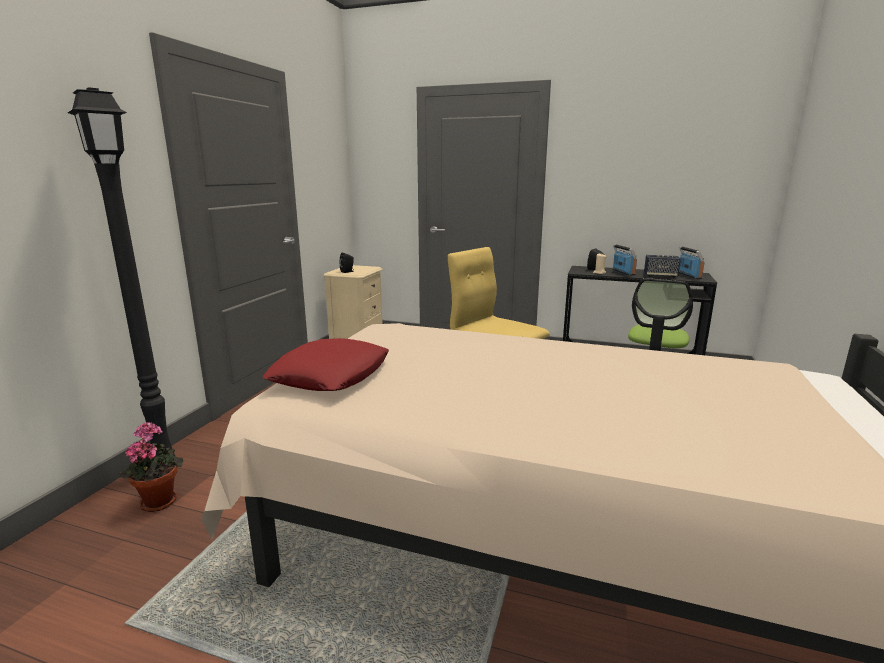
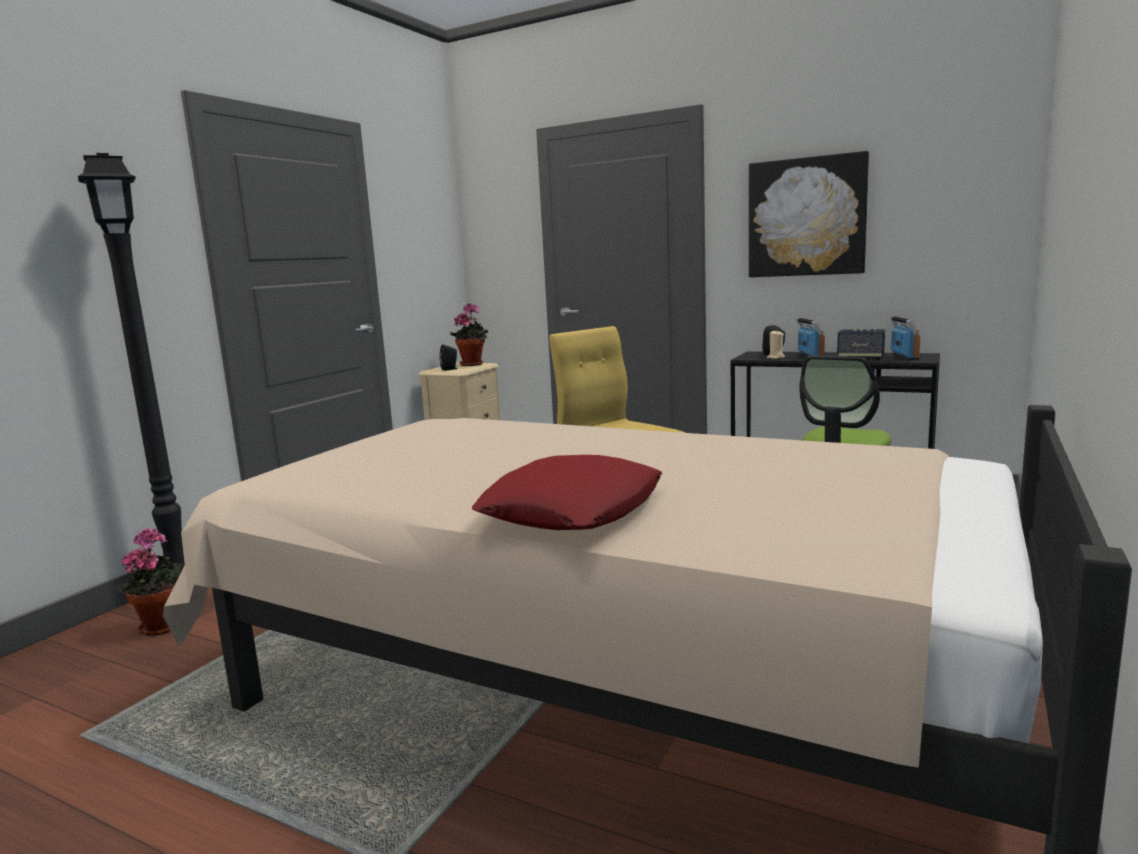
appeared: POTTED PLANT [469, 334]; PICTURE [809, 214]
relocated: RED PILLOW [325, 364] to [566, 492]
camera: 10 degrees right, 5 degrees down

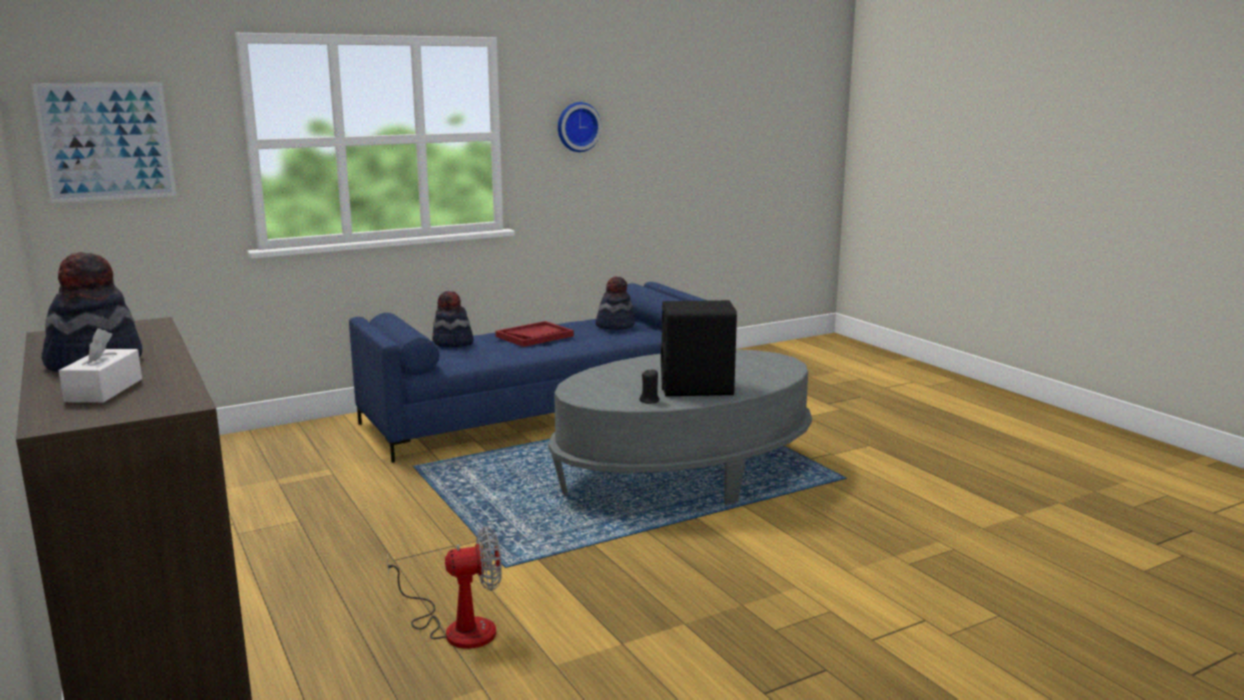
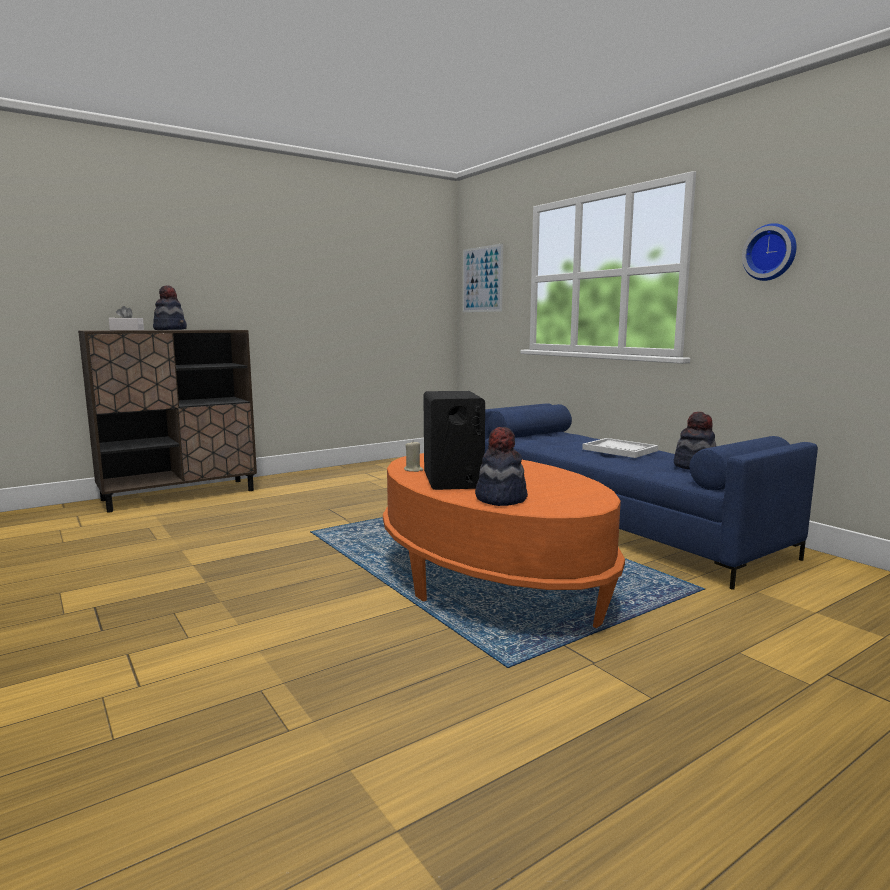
missing: FAN [444, 588]
relocated: HAT [452, 319] to [501, 466]
colour: RED TRAY [534, 334] to WHITE TRAY [620, 448]; GREY COFFEE TABLE [680, 427] to ORANGE COFFEE TABLE [504, 540]; BLACK CANDLE [649, 386] to BEIGE CANDLE [413, 457]
camera: 85 degrees right, 5 degrees down

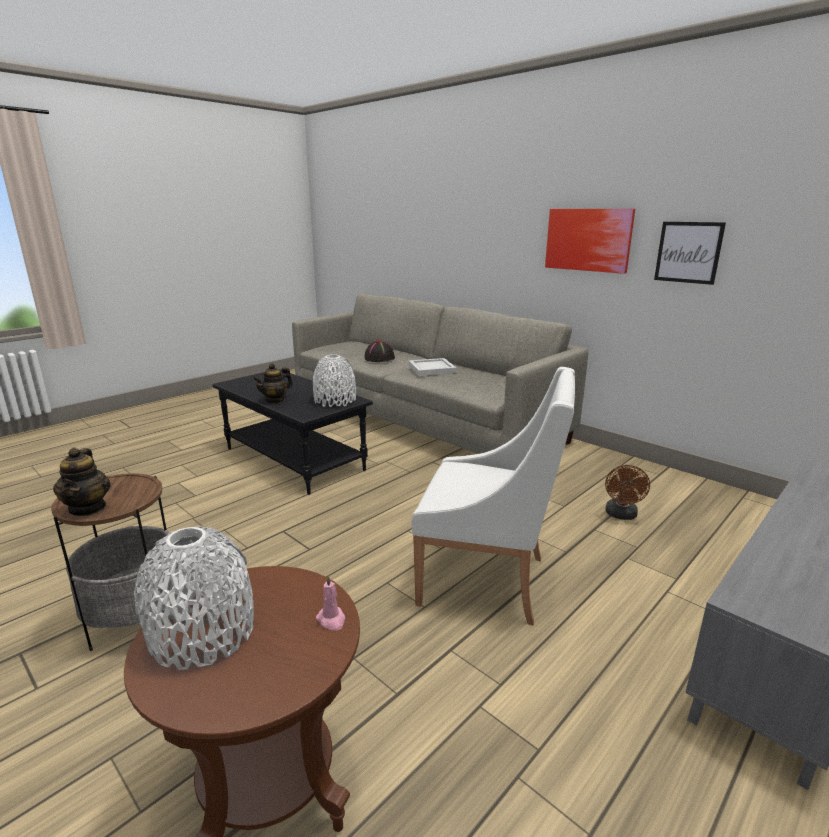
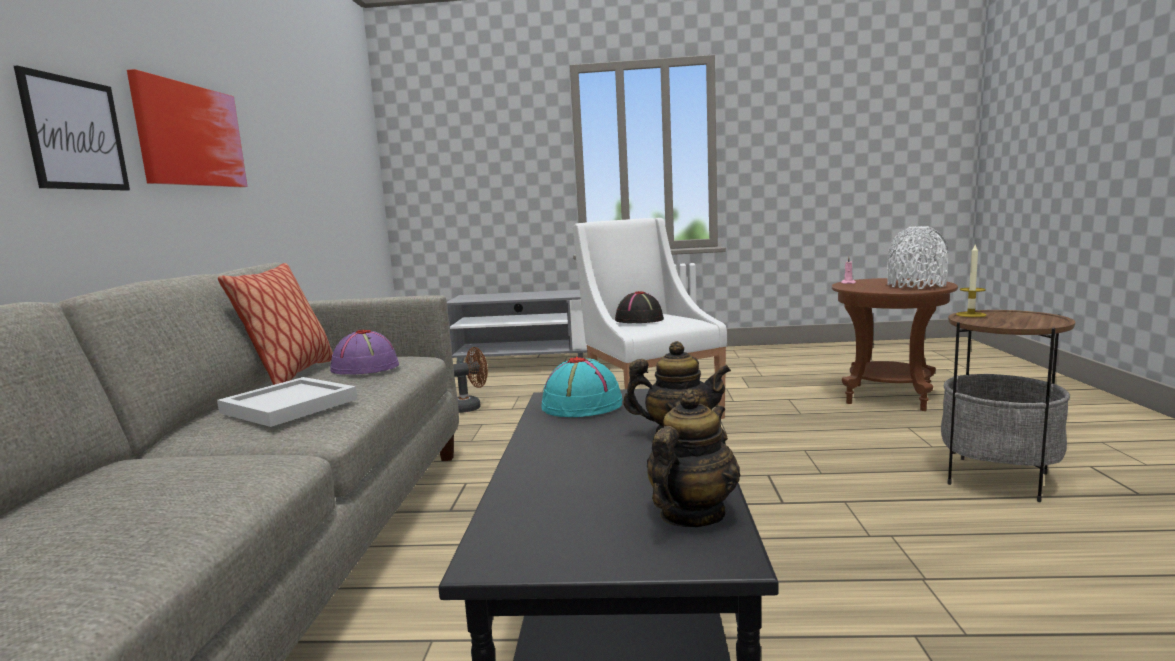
appeared: PILLOW [275, 324]; PURPLE HAT [364, 352]; CANDLE [971, 281]
relocated: TEAPOT [82, 481] to [693, 458]; BLACK HAT [379, 351] to [639, 307]; PICTURE [690, 253] to [72, 128]
exchanged: WHITE VASE [334, 381] to TURQUOISE HAT [582, 387]
camera: 130 degrees left, 10 degrees down

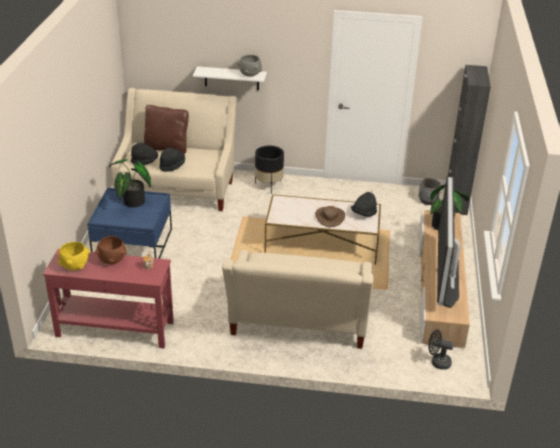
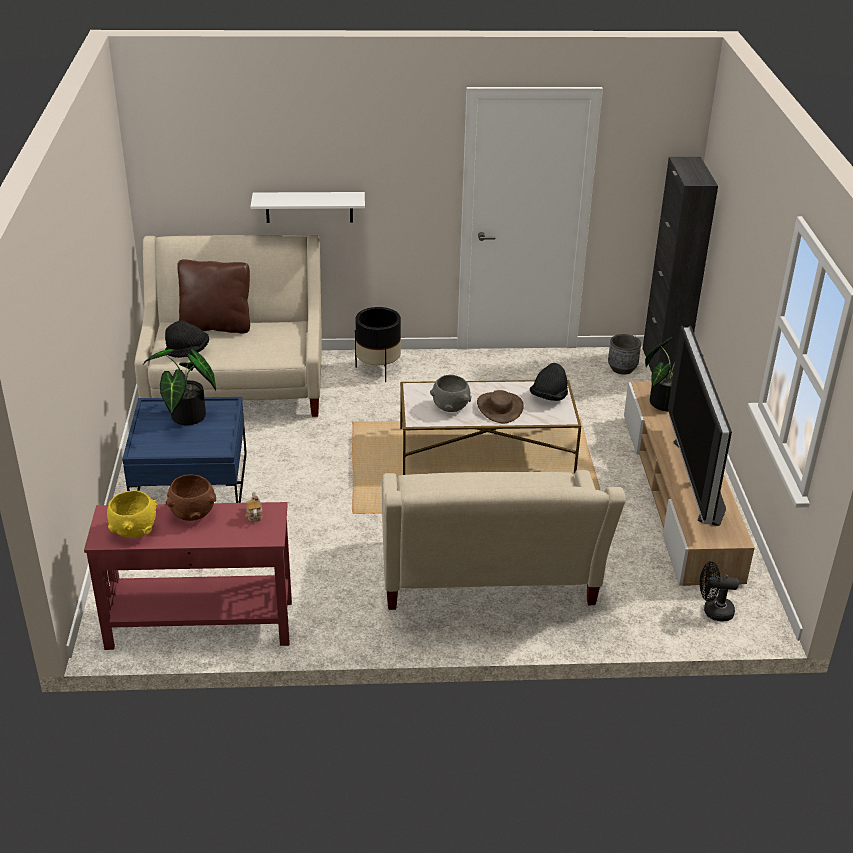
missing: BLACK HAT [172, 159]
relocated: GREY BOWL [249, 66] to [451, 393]
camera: 10 degrees left, 0 degrees up

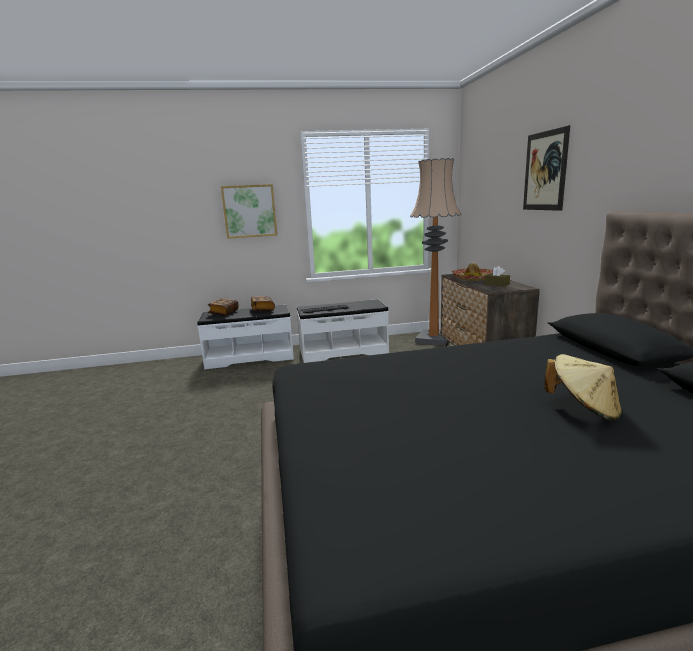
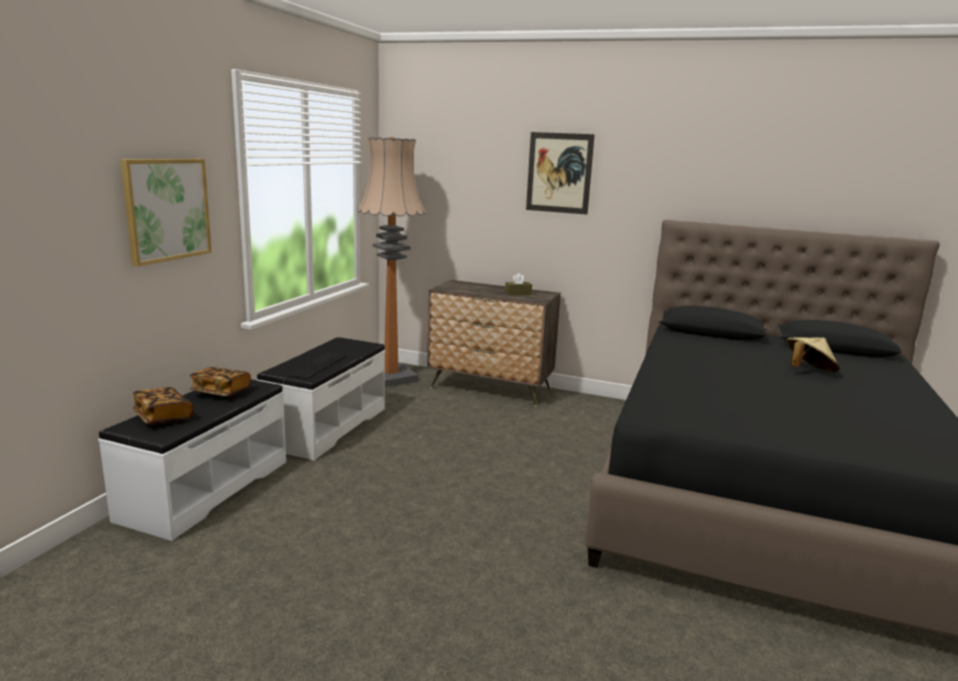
missing: HAT [472, 272]
camera: 60 degrees left, 0 degrees up

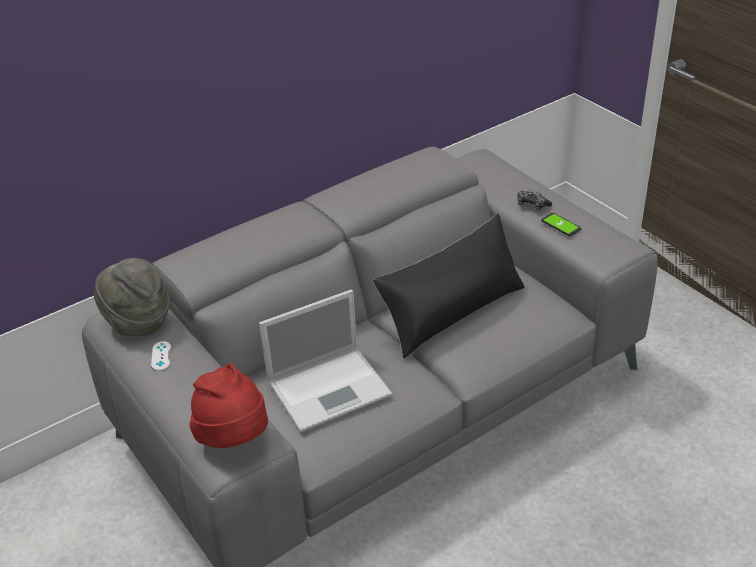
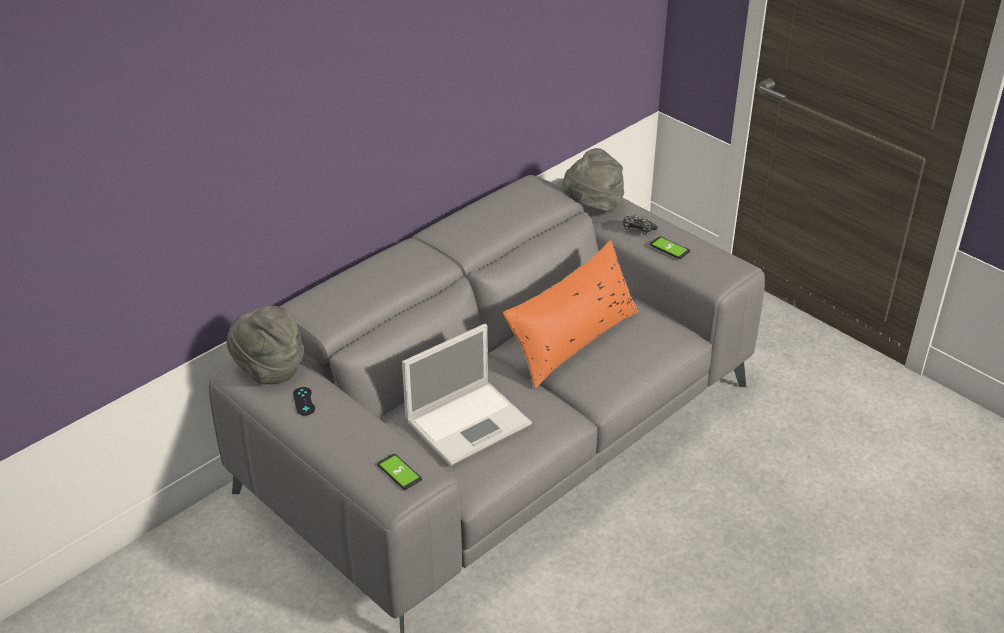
appeared: GREY HAT [593, 180]
exchanged: RED HAT [228, 406] to PHONE [399, 472]
colour: WHITE GAME CONTROLLER [161, 356] to BLACK GAME CONTROLLER [304, 401]; BLACK PILLOW [448, 285] to ORANGE PILLOW [571, 314]
camera: 10 degrees left, 0 degrees up

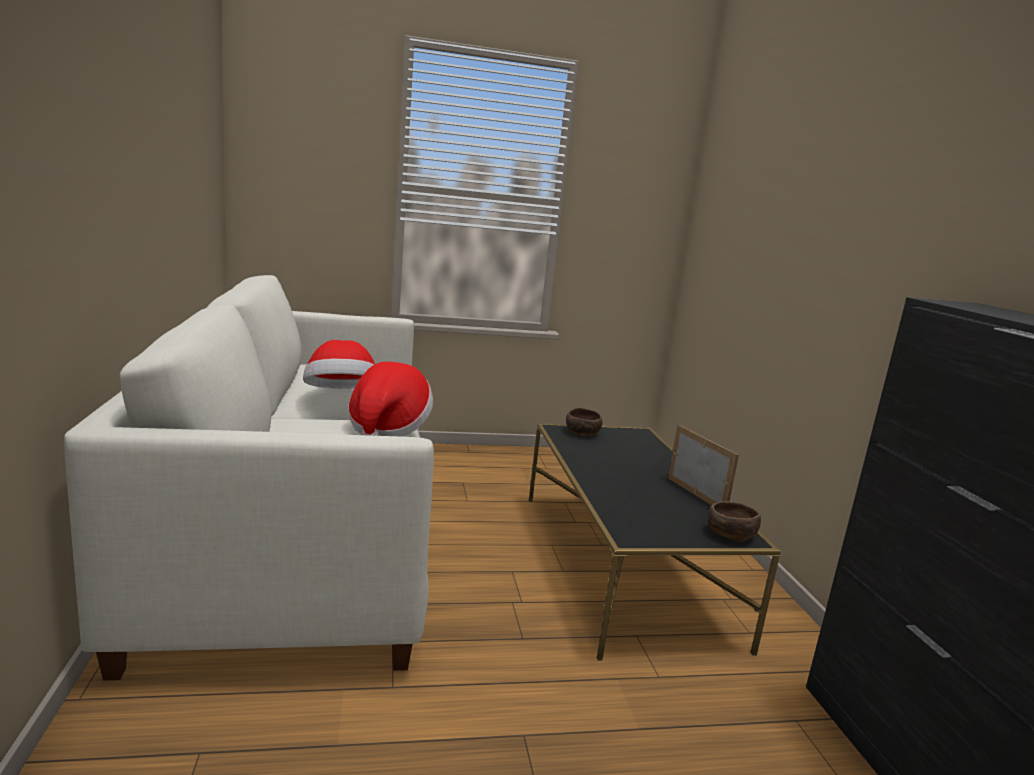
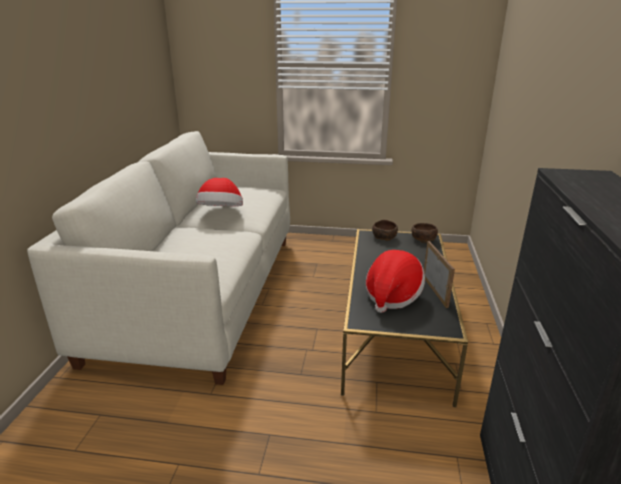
relocated: HAT [390, 399] to [395, 281]; BROWN BOWL [734, 522] to [425, 233]
camera: 20 degrees right, 10 degrees up

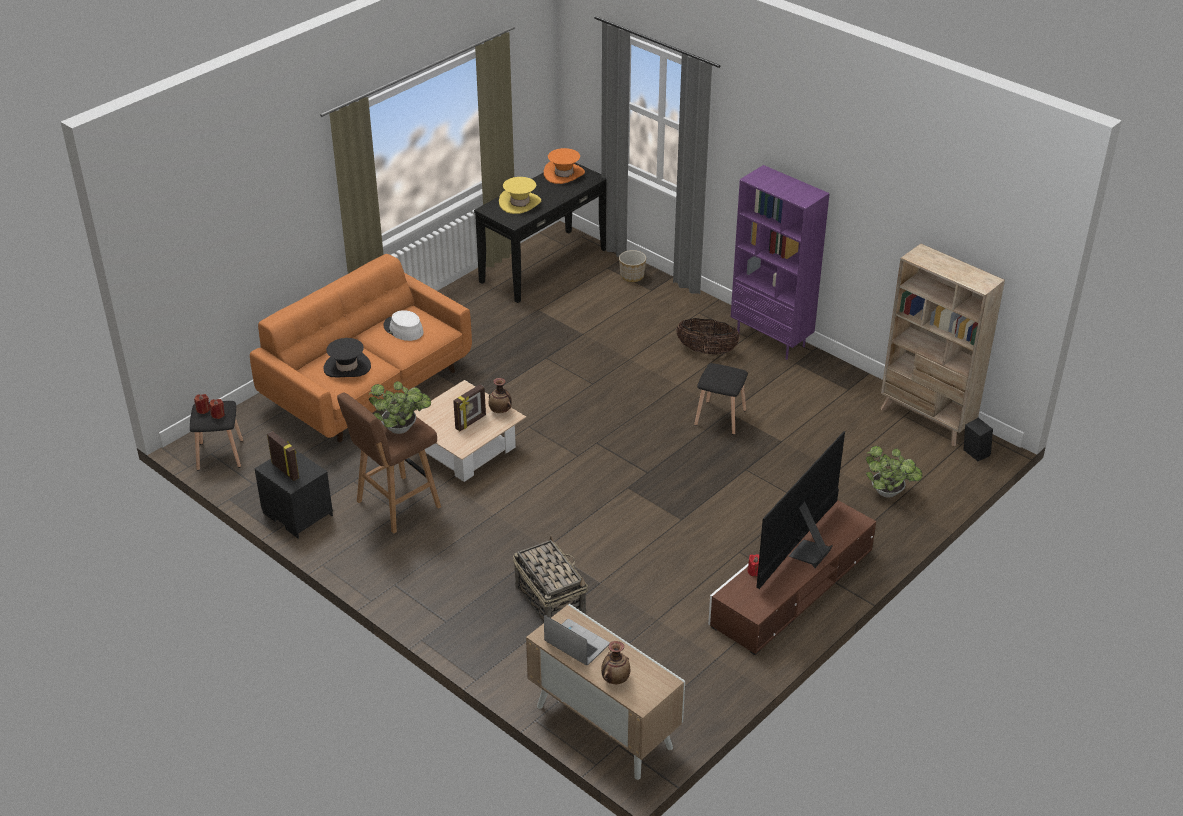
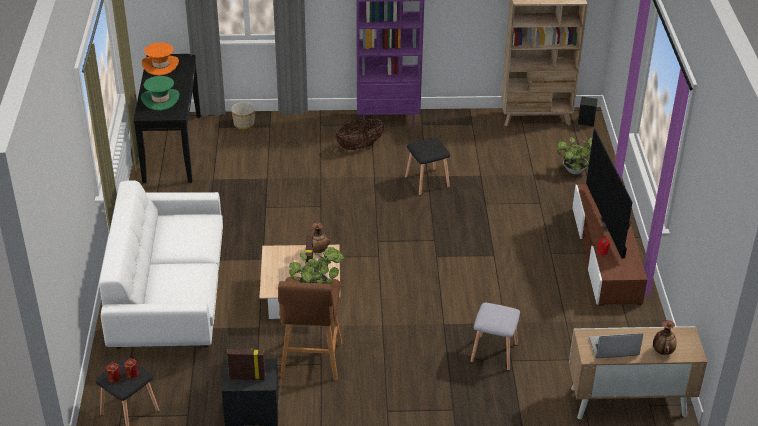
missing: BLACK HAT [347, 357]; WHITE HAT [404, 325]
exchanged: BASKET [550, 579] to GREY STOOL [495, 337]
colour: ORANGE SOFA [361, 348] to WHITE SOFA [161, 265]; YELLOW HAT [520, 195] to GREEN HAT [160, 93]
camera: 45 degrees left, 0 degrees up

